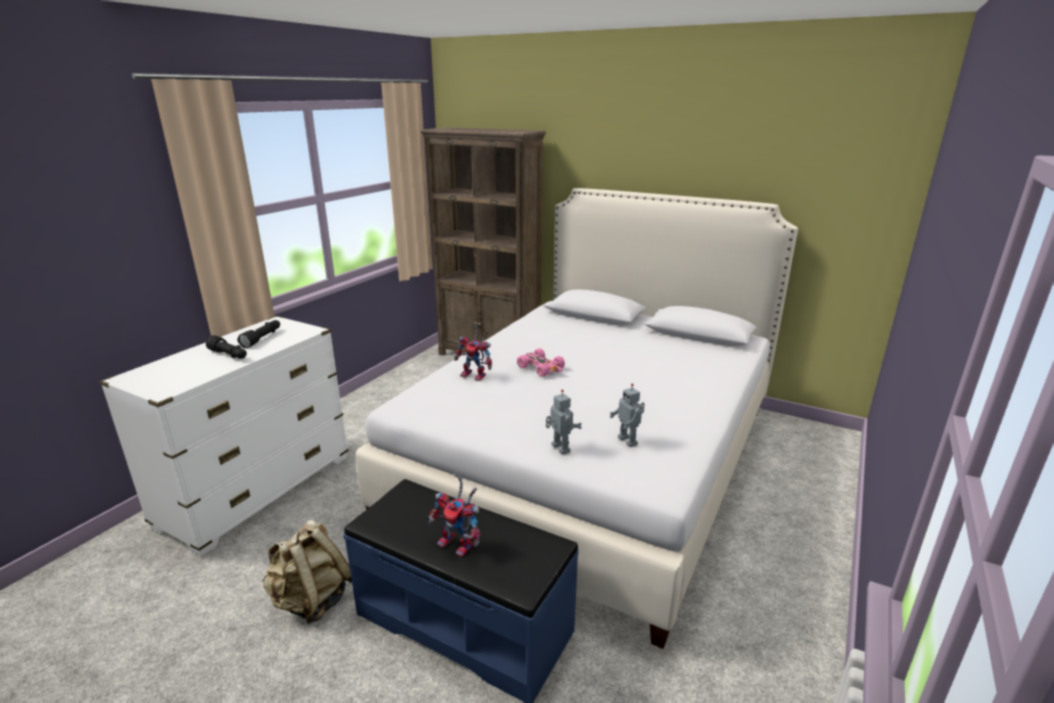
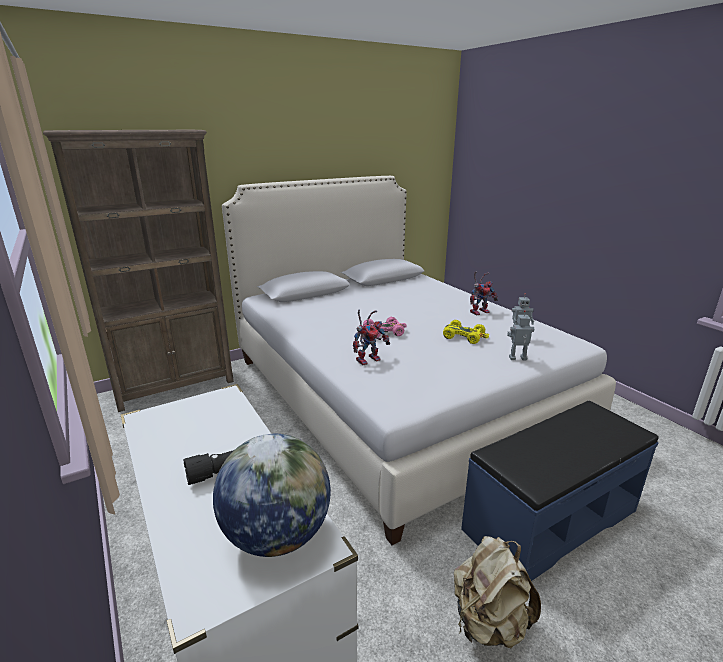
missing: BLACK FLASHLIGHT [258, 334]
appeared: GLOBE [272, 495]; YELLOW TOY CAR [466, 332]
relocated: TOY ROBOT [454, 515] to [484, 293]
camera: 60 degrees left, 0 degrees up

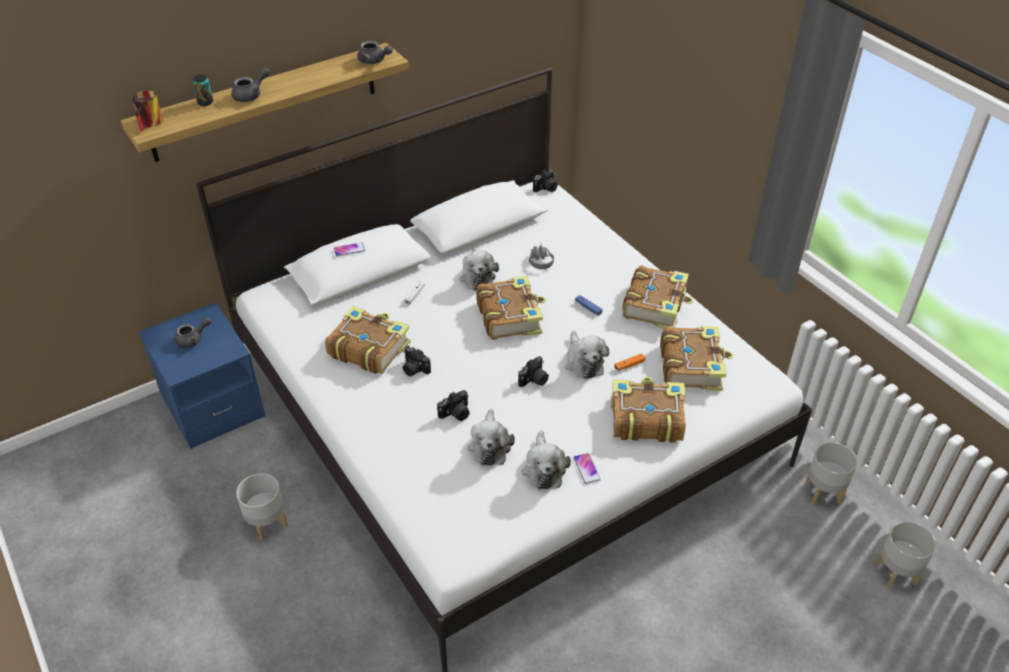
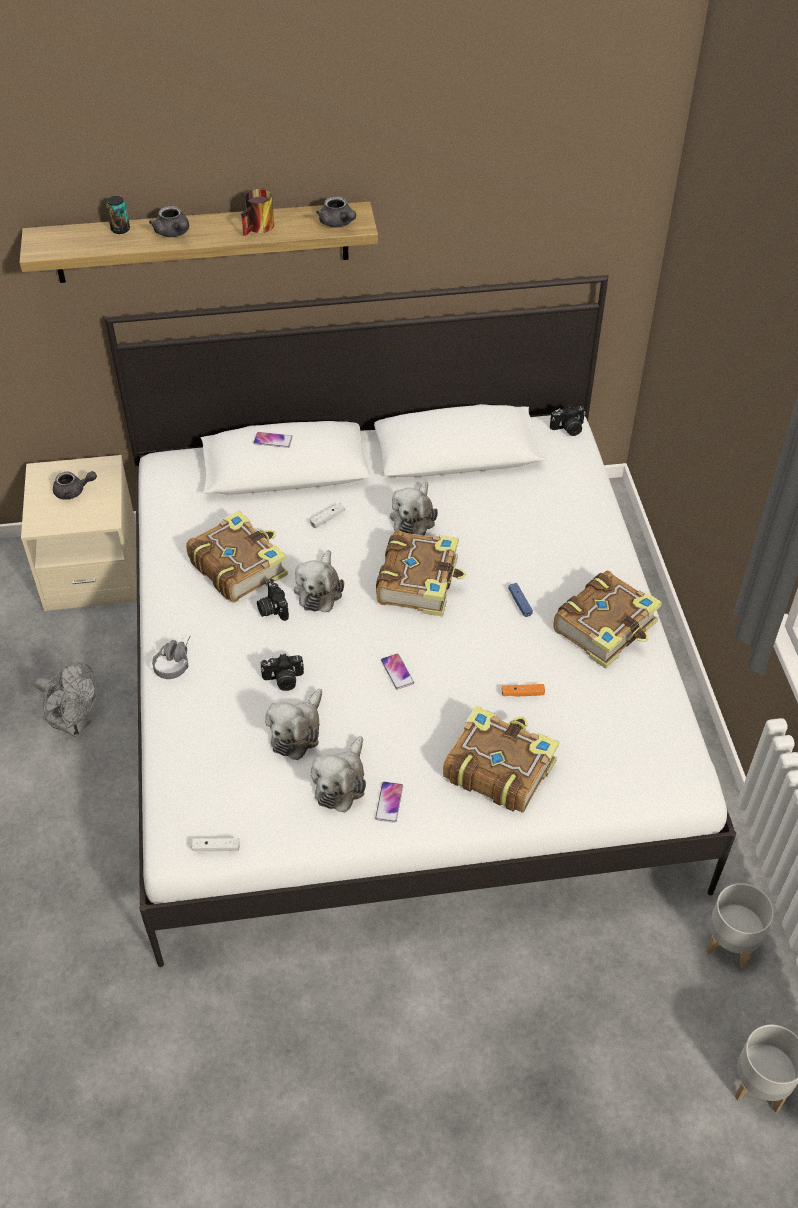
missing: BOOK [697, 358]
appeared: WHITE GAME CONTROLLER [216, 845]
relocated: MUG [147, 111] to [257, 212]; GREY HEADPHONES [541, 255] to [171, 657]; PLUSH TOY [587, 355] to [319, 581]
exchanged: GREY PLANTER [262, 507] to GREY FAN [65, 700]; PHOTO CAMERA [533, 371] to PHONE [397, 671]
colour: BLUE NIGHTSTAND [202, 375] to BEIGE NIGHTSTAND [79, 533]
spun: GREY TEAPOT [250, 85] = [169, 221] 75 degrees clockwise
camera: 25 degrees right, 5 degrees up

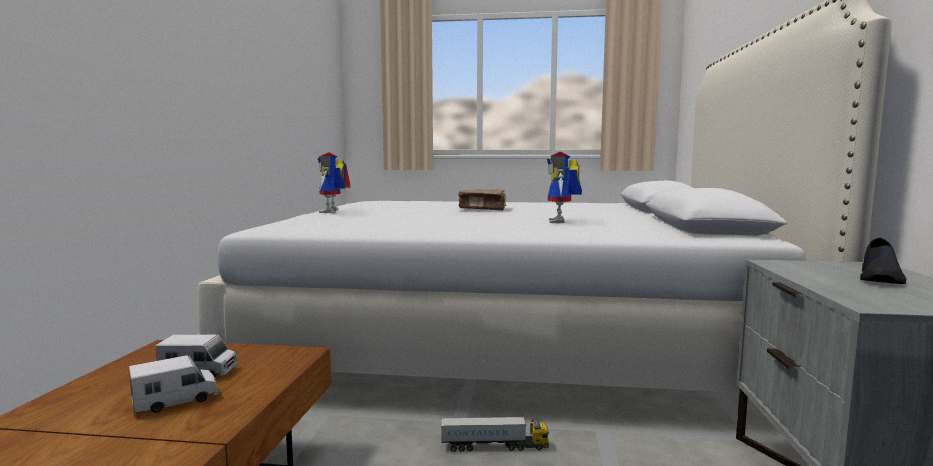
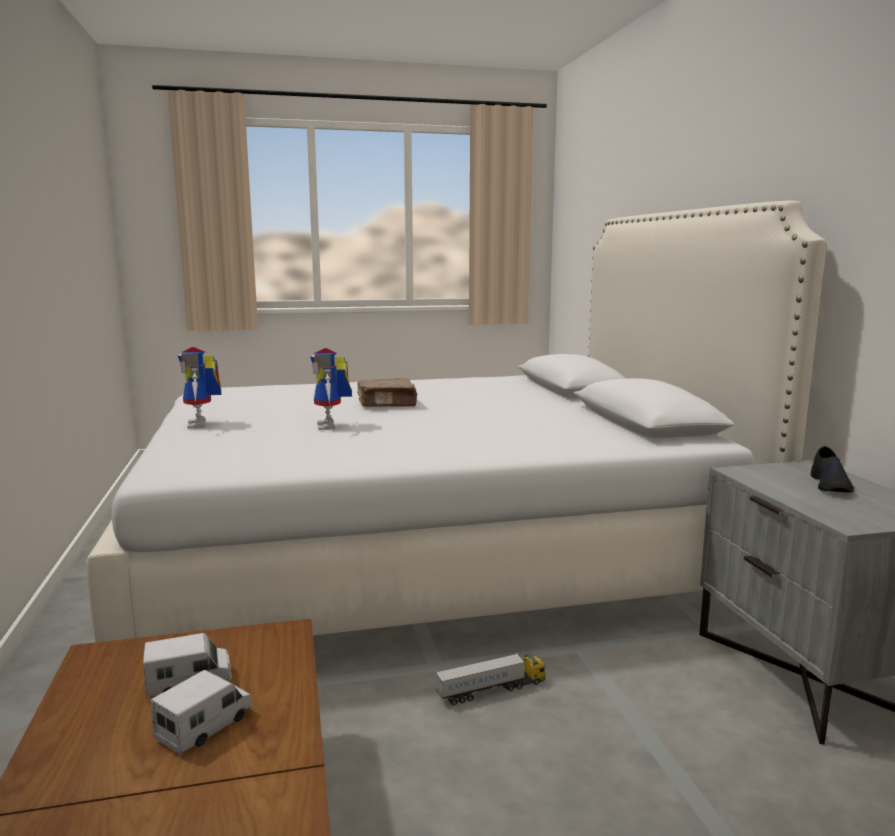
relocated: TOY ROBOT [564, 187] to [331, 389]
camera: 20 degrees left, 5 degrees up

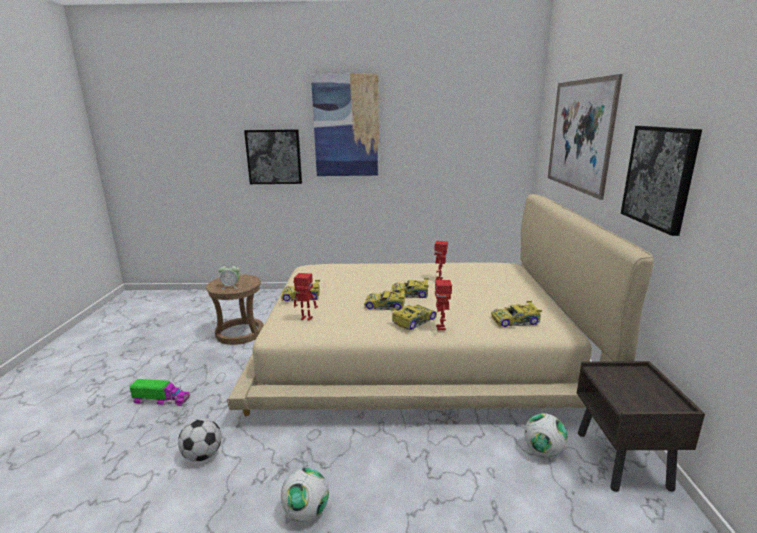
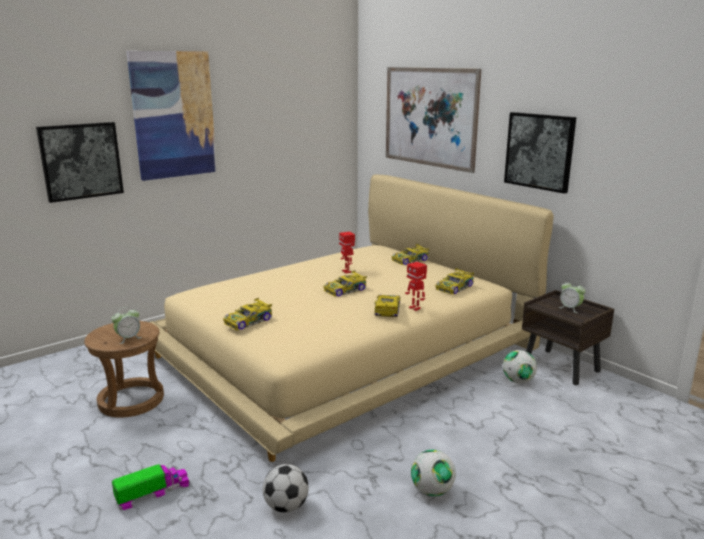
missing: TOY ROBOT [305, 297]
appeared: ALARM CLOCK [572, 296]
relocated: TOY CAR [385, 299] to [410, 254]
camera: 40 degrees left, 0 degrees up

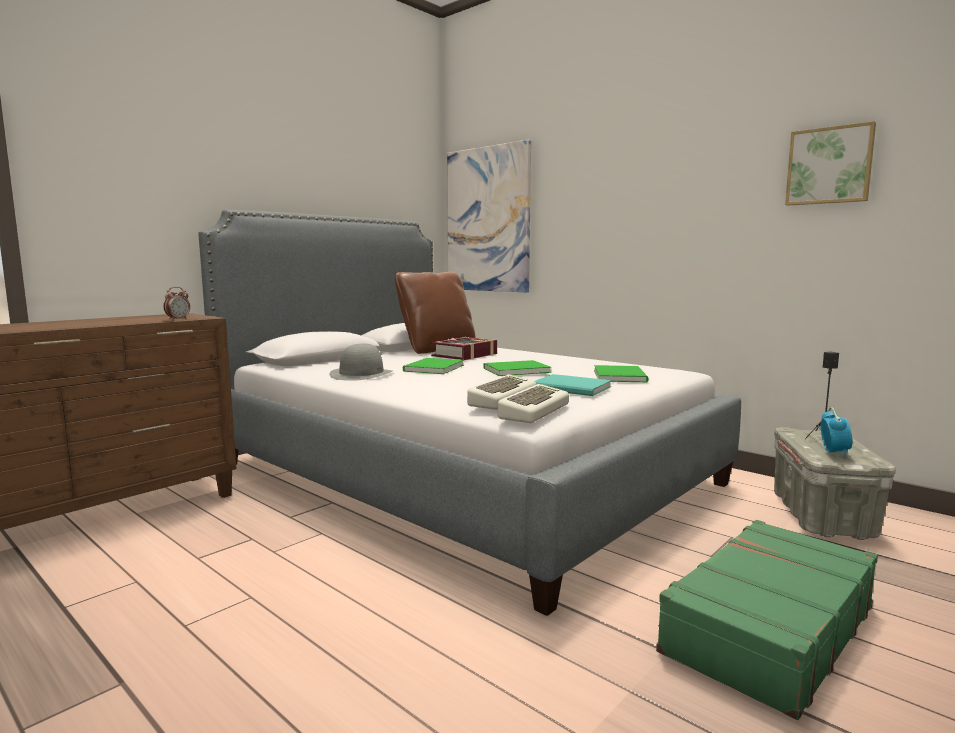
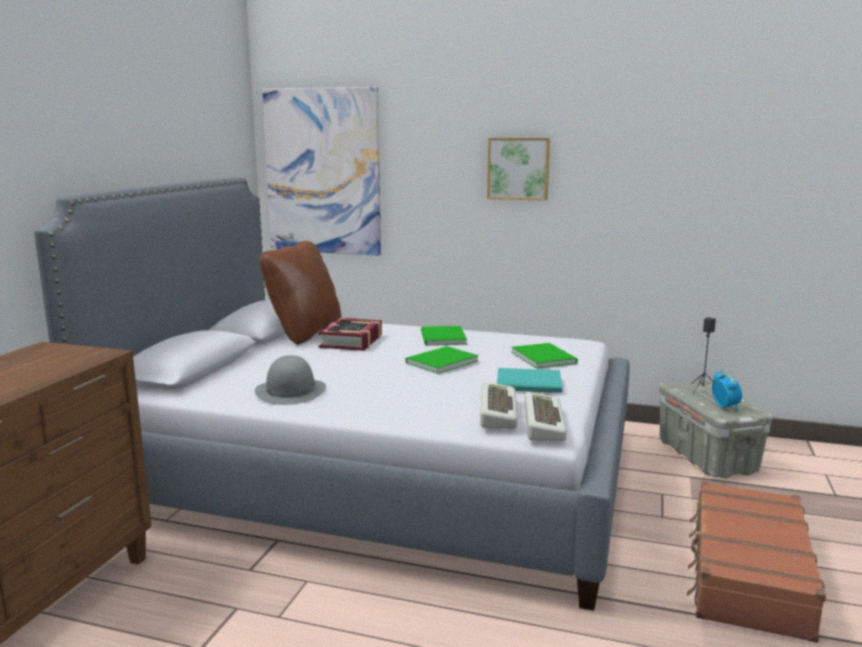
missing: ALARM CLOCK [176, 303]
relocated: GREEN BOOK [433, 366] to [444, 336]; PICTURE [830, 163] to [518, 169]
colour: GREEN SUITCASE [767, 620] to BROWN SUITCASE [756, 562]
camera: 25 degrees left, 5 degrees up

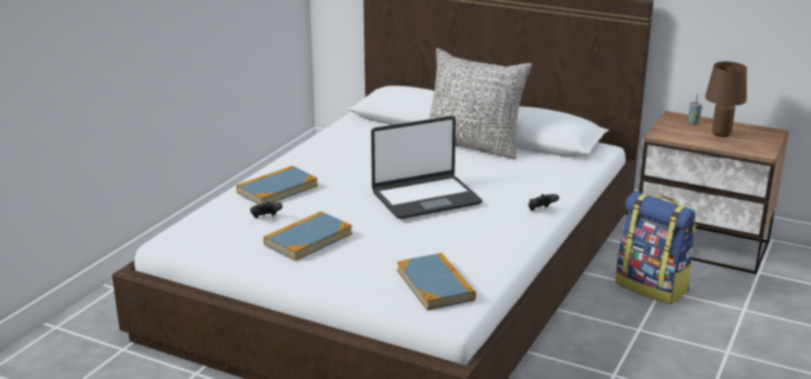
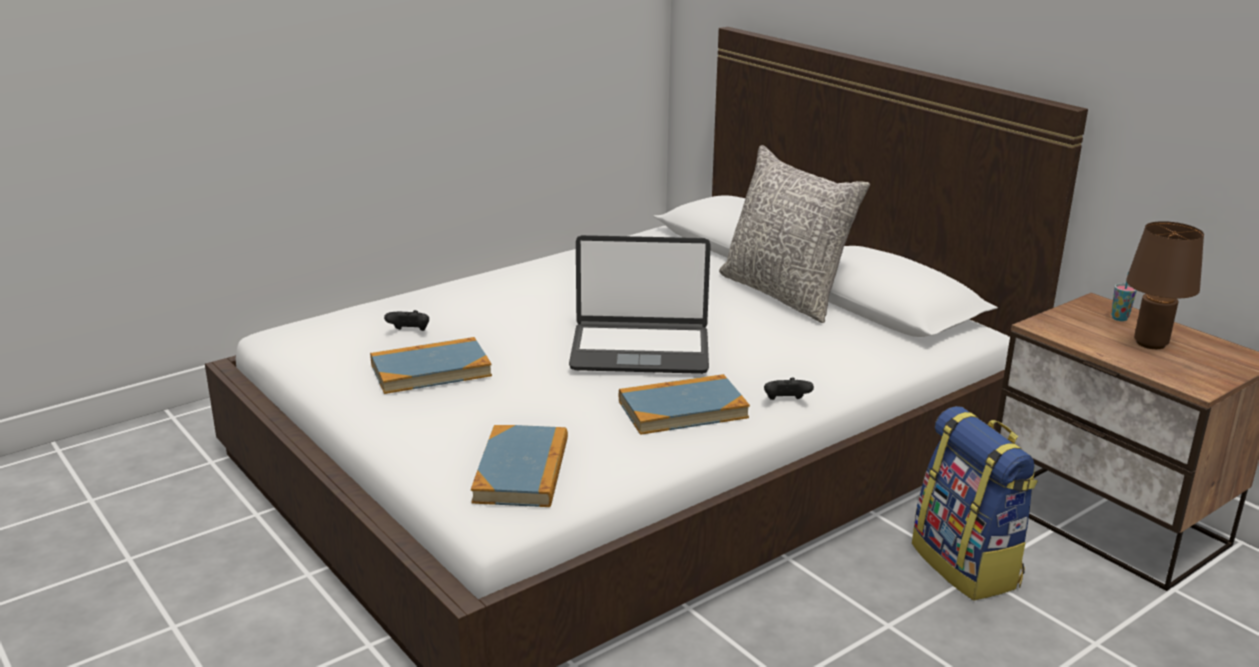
relocated: BOOK [277, 185] to [684, 404]
camera: 25 degrees right, 0 degrees up

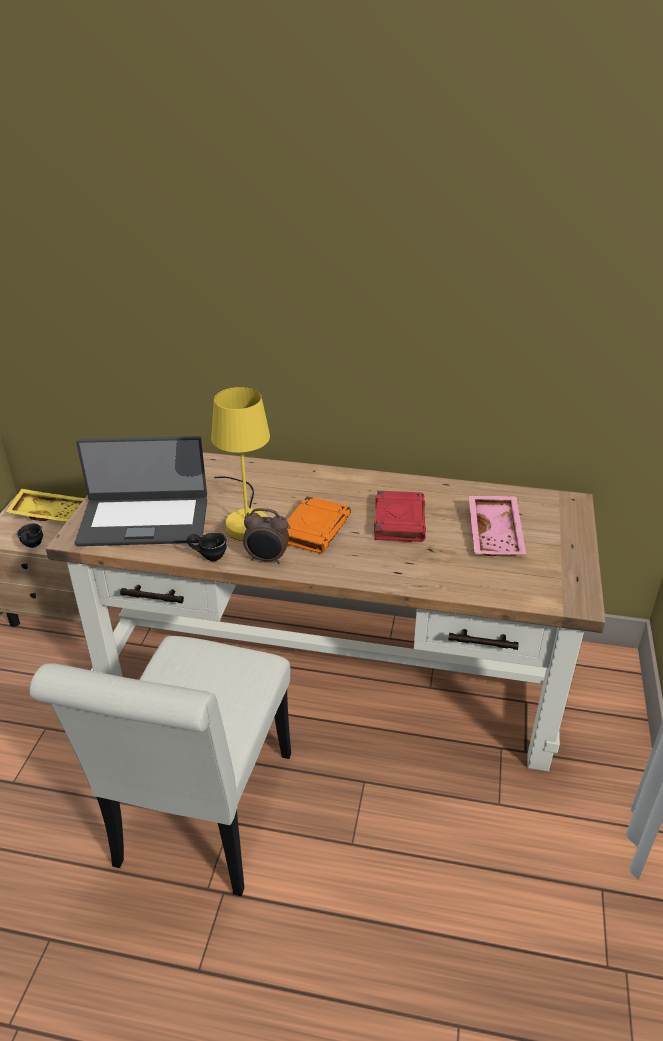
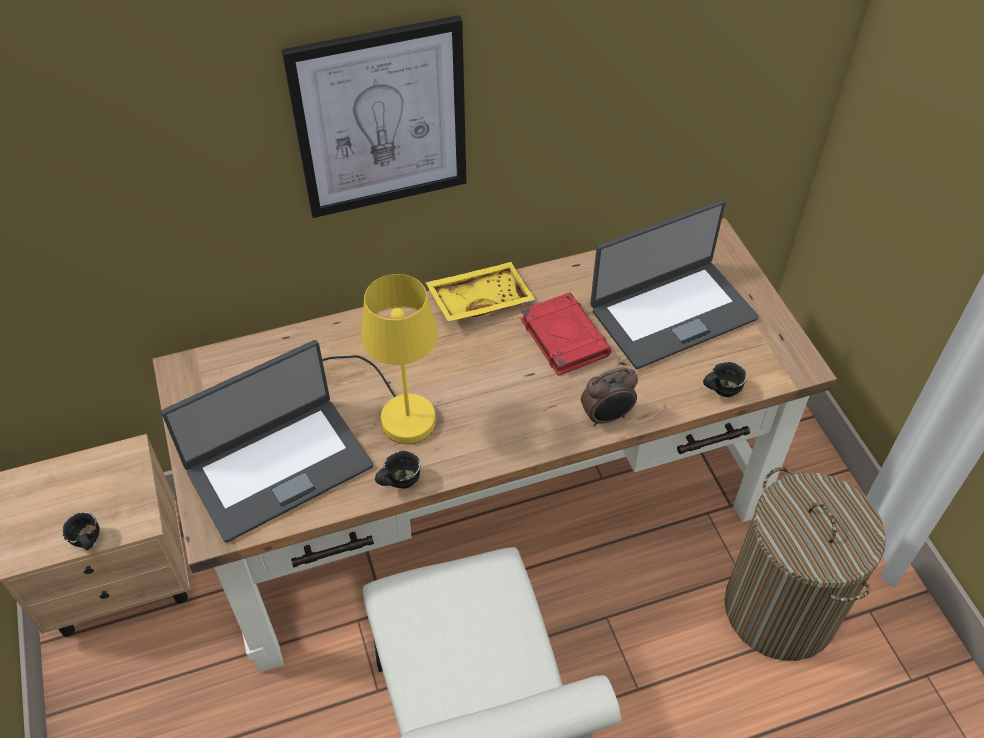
missing: ORANGE BOOK [319, 525]
appeared: PICTURE [374, 116]; BLACK MUG [725, 379]; LAUNDRY BASKET [805, 564]
relocated: YELLOW TRAY [45, 505] to [480, 291]; ALARM CLOCK [266, 536] to [609, 397]
exchanged: PINK TRAY [497, 526] to LAPTOP [674, 284]
camera: 30 degrees left, 15 degrees up

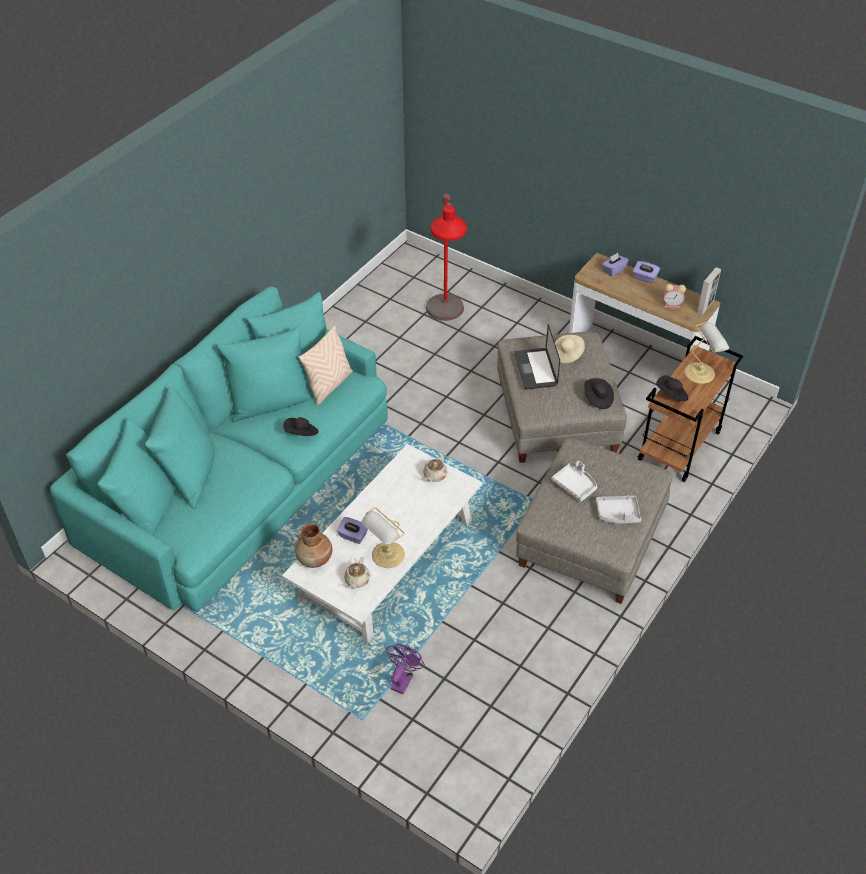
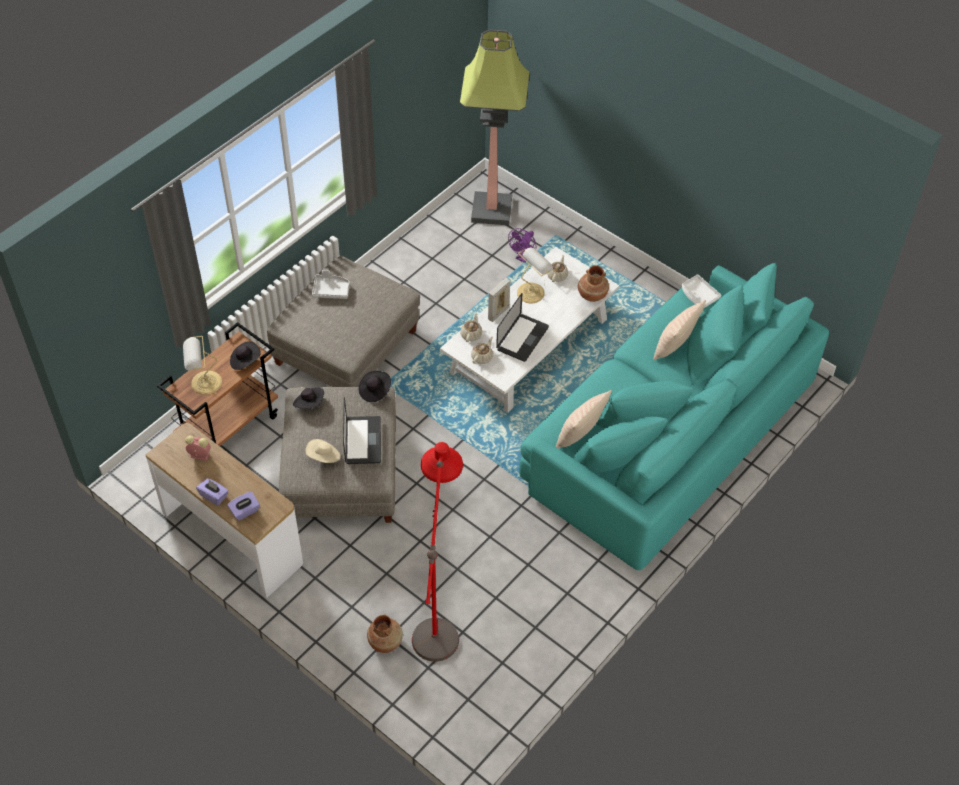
missing: PURPLE TISSUE BOX [352, 530]
appeared: BROWN VASE [385, 633]; FLOOR LAMP [495, 127]; BEIGE TEAPOT [471, 327]; LAPTOP [522, 327]; BEIGE PILLOW [680, 330]
relocated: BLACK HAT [301, 426] to [375, 386]; WHITE TRAY [574, 481] to [701, 291]; PICTURE FRAME [709, 291] to [499, 300]
camera: 175 degrees left, 5 degrees up

